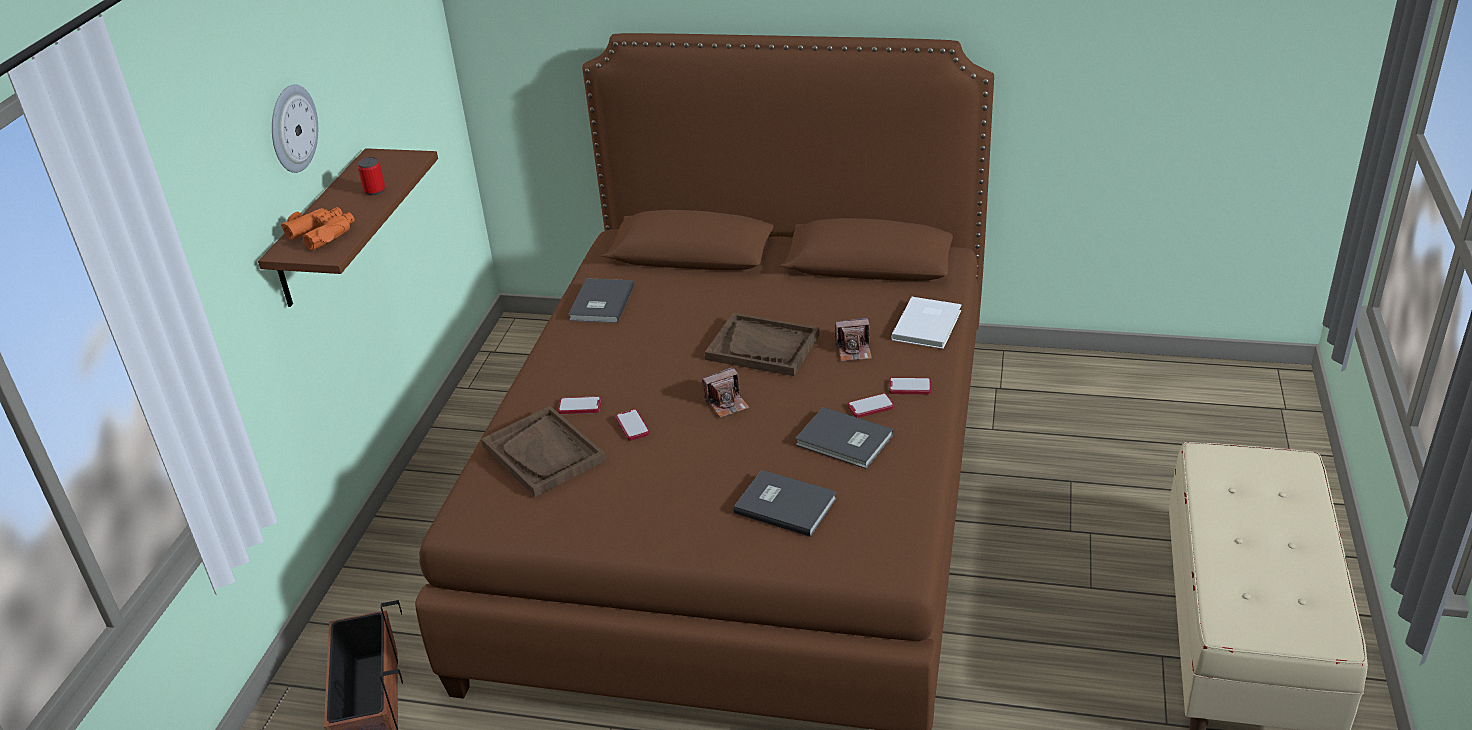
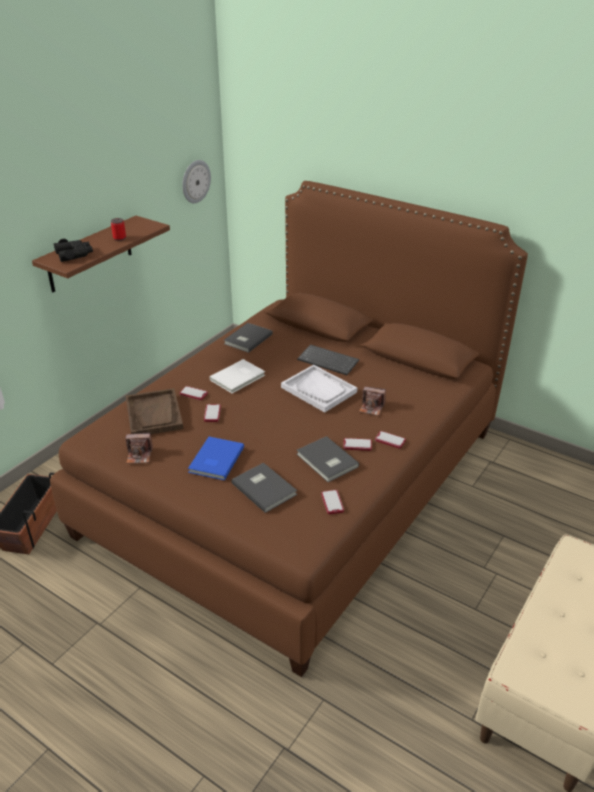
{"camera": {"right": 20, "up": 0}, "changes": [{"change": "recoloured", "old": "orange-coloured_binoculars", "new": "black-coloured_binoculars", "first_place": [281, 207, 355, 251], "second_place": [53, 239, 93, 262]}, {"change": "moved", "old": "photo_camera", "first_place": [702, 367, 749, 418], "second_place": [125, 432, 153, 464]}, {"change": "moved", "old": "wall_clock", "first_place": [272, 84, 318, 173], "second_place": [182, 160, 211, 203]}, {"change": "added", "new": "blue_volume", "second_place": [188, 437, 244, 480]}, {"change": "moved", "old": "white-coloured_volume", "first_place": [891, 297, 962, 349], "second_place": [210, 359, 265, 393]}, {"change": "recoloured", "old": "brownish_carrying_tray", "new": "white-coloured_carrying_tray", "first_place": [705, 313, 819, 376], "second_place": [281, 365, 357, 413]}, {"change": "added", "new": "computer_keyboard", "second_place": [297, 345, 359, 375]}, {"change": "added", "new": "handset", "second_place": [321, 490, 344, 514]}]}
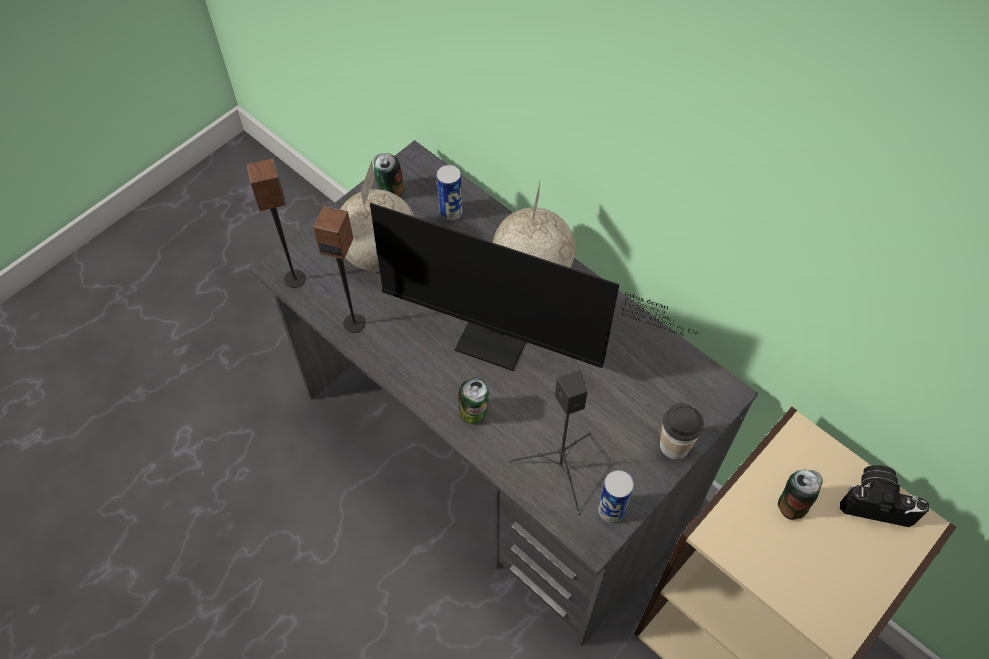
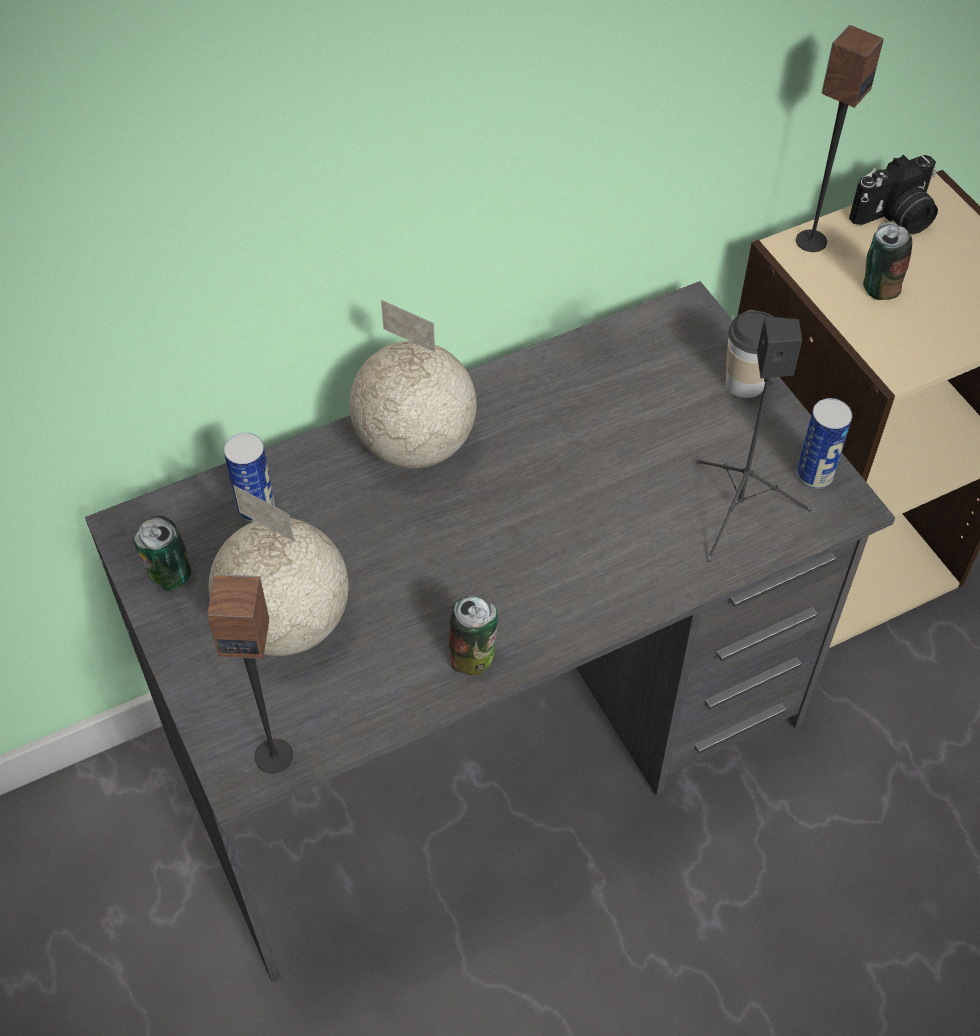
{"camera": {"right": -70, "up": -5}, "changes": [{"change": "moved", "old": "can", "first_place": [458, 377, 489, 424], "second_place": [449, 596, 498, 675]}, {"change": "moved", "old": "loudspeaker", "first_place": [313, 206, 366, 333], "second_place": [796, 25, 884, 252]}, {"change": "turned", "old": "photo_camera", "first_place": [840, 465, 929, 527], "second_place": [849, 155, 938, 234], "degrees": -150}, {"change": "removed", "old": "computer_display", "first_place": [370, 203, 700, 371]}]}
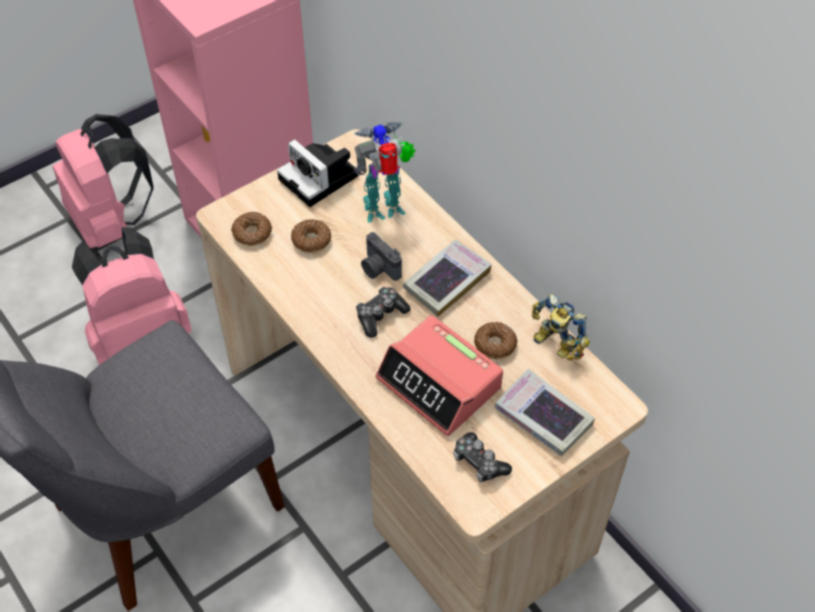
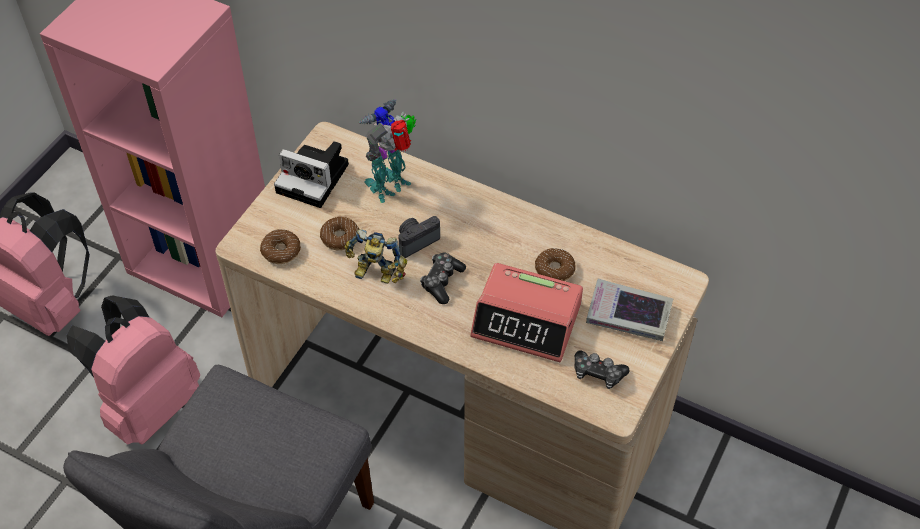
{"camera": {"right": -25, "up": 0}, "changes": [{"change": "moved", "old": "robot_figure", "first_place": [532, 294, 590, 361], "second_place": [344, 229, 407, 284]}, {"change": "turned", "old": "photo_camera", "first_place": [361, 232, 402, 281], "second_place": [398, 216, 440, 258], "degrees": 120}, {"change": "removed", "old": "volume", "first_place": [403, 240, 492, 317]}]}
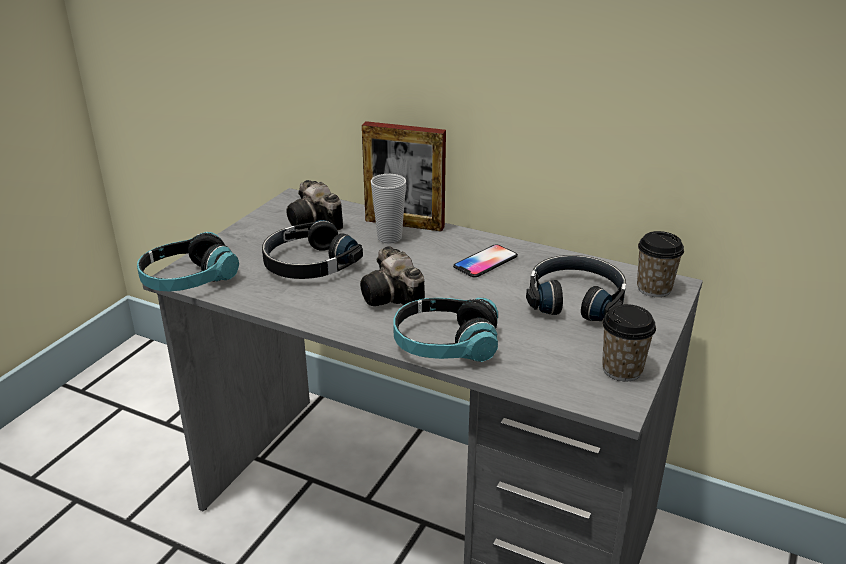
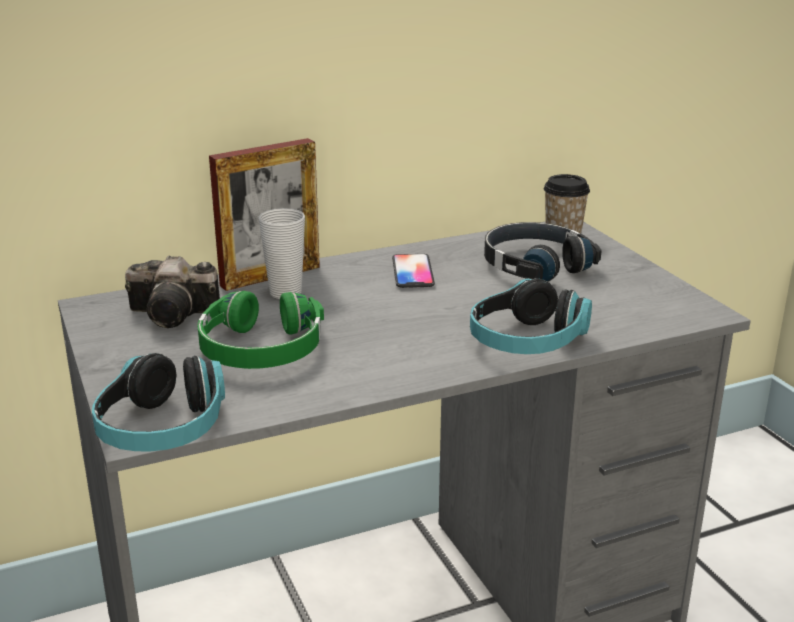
{"camera": {"right": -50, "up": -5}, "changes": [{"change": "recoloured", "old": "black-coloured_pair_of_headphones", "new": "green-coloured_pair_of_headphones", "first_place": [262, 220, 363, 279], "second_place": [197, 291, 324, 369]}, {"change": "removed", "old": "photo_camera", "first_place": [360, 246, 425, 306]}, {"change": "removed", "old": "cup", "first_place": [602, 304, 656, 381]}]}
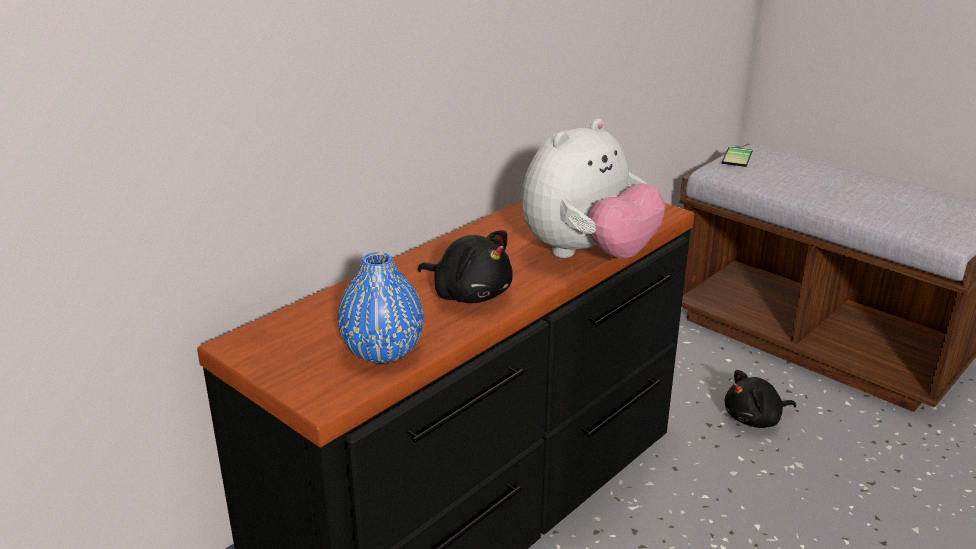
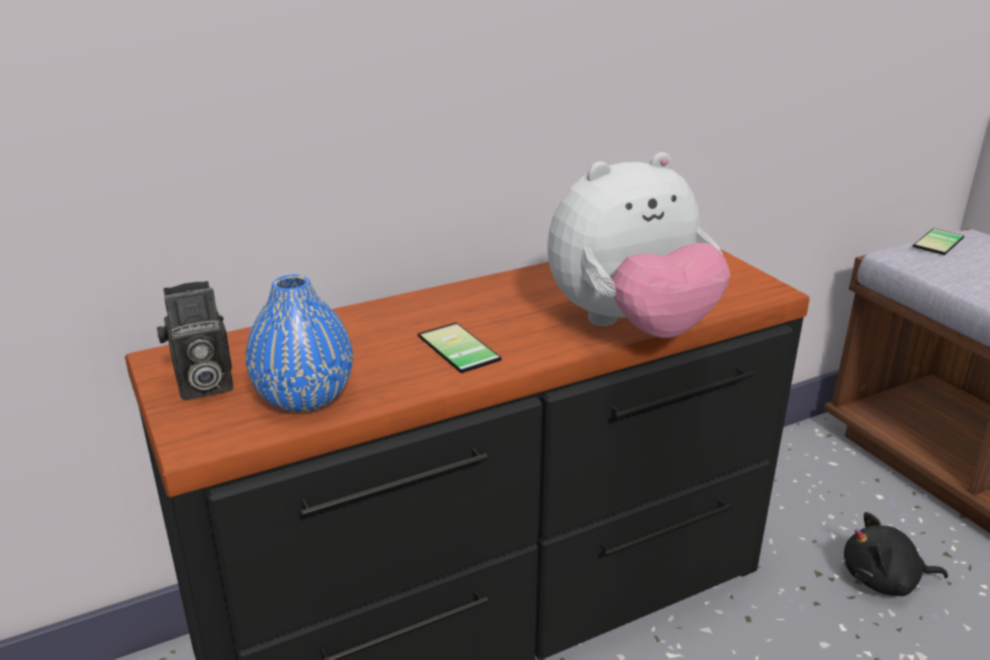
{"camera": {"right": 20, "up": 0}, "changes": [{"change": "added", "new": "photo_camera", "second_place": [157, 281, 233, 400]}, {"change": "replaced", "old": "black-coloured_soft_toy", "new": "handset", "first_place": [418, 230, 513, 303], "second_place": [418, 322, 502, 373]}]}
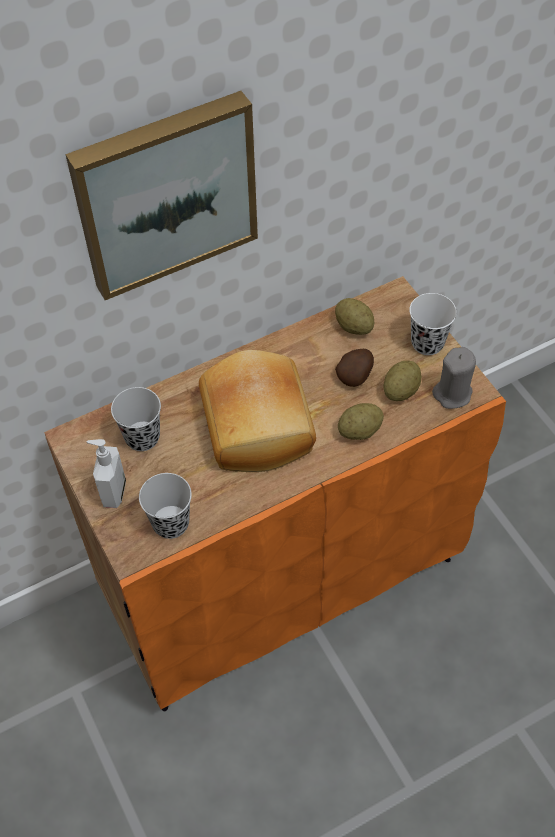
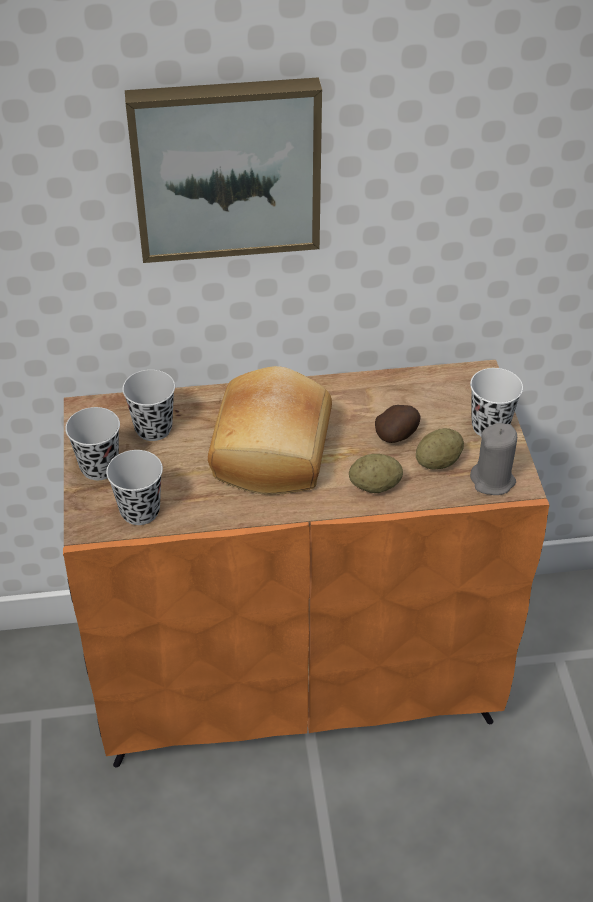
{"camera": {"right": 20, "up": -10}, "changes": [{"change": "replaced", "old": "soap_bottle", "new": "black-coloured_cup", "first_place": [86, 439, 126, 508], "second_place": [65, 407, 120, 480]}, {"change": "removed", "old": "whole_potato", "first_place": [335, 298, 374, 335]}]}
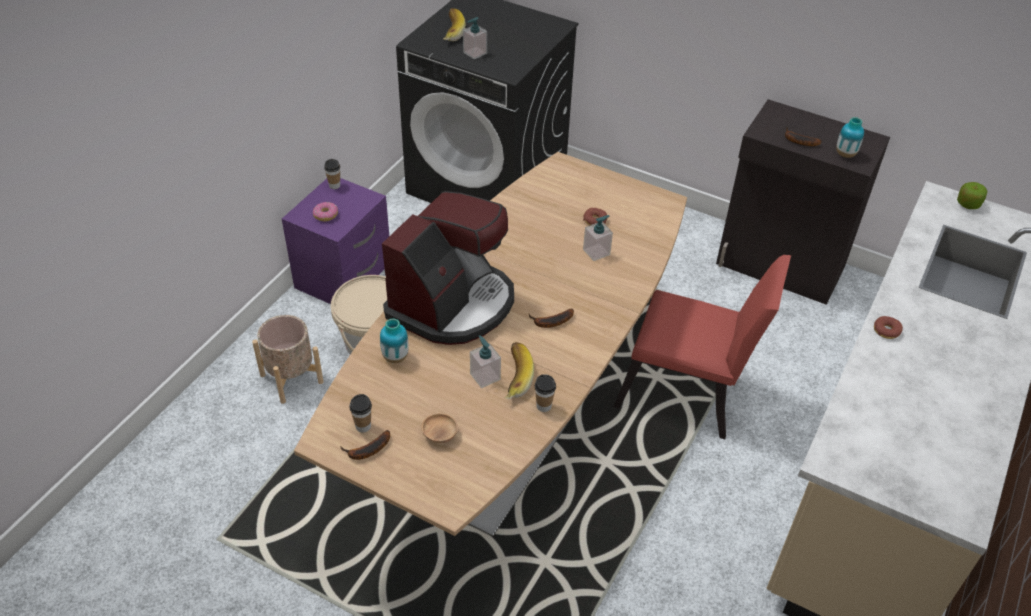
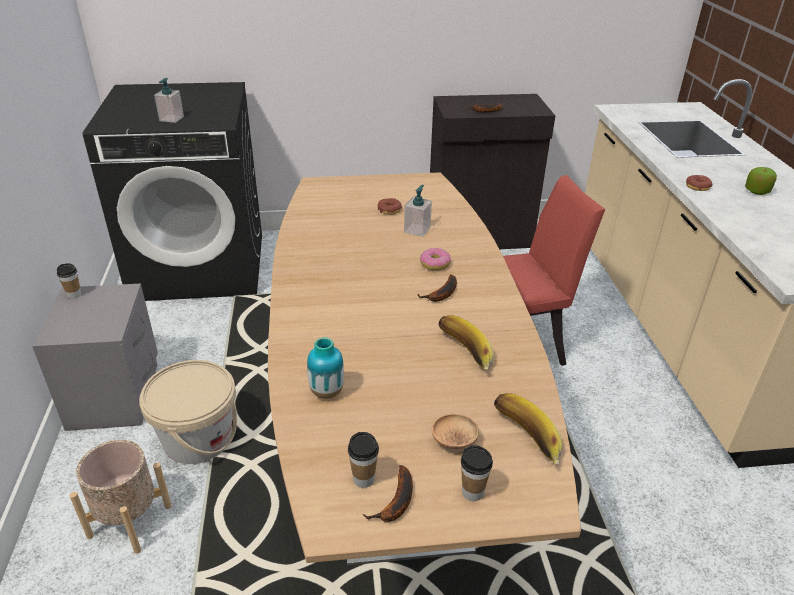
{"camera": {"right": -35, "up": -10}, "changes": [{"change": "recoloured", "old": "purple-coloured_nightstand", "new": "gray_nightstand", "first_place": [282, 178, 389, 304], "second_place": [32, 283, 158, 431]}, {"change": "moved", "old": "doughnut", "first_place": [313, 202, 338, 221], "second_place": [420, 248, 451, 271]}, {"change": "moved", "old": "cup", "first_place": [535, 374, 556, 412], "second_place": [461, 445, 493, 501]}, {"change": "moved", "old": "whole_banana", "first_place": [443, 8, 466, 41], "second_place": [494, 393, 563, 464]}, {"change": "moved", "old": "apple_fruit", "first_place": [957, 182, 987, 209], "second_place": [745, 167, 777, 195]}, {"change": "removed", "old": "coffee_brewer", "first_place": [382, 191, 514, 345]}, {"change": "removed", "old": "soap_bottle", "first_place": [470, 335, 501, 388]}, {"change": "removed", "old": "flower_vase", "first_place": [836, 117, 864, 158]}]}
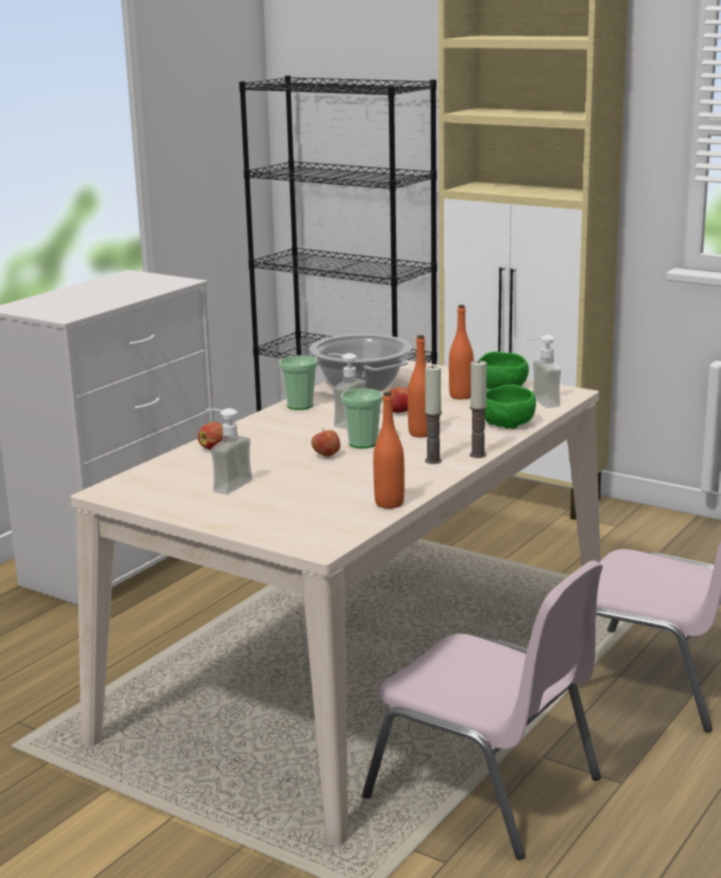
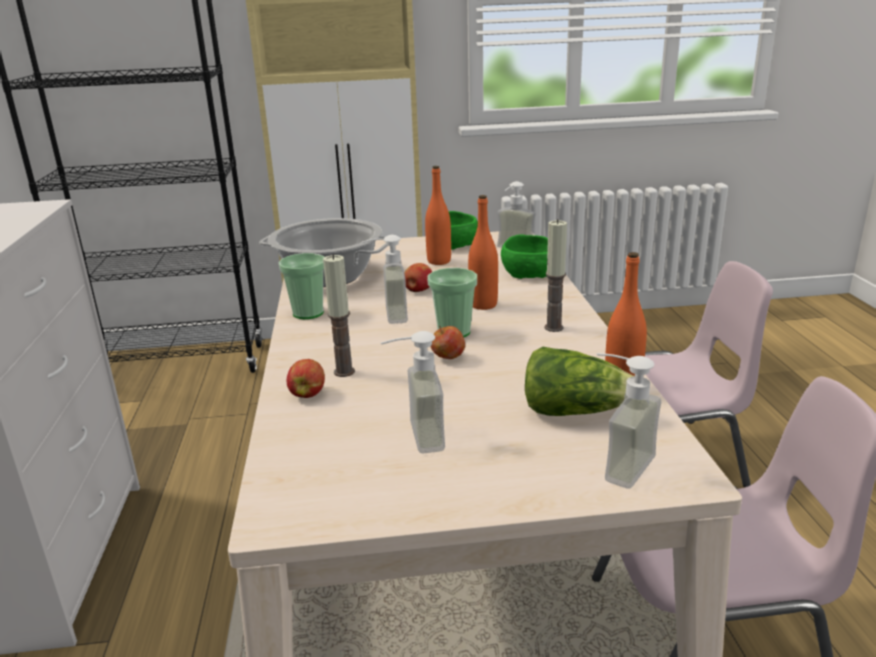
{"camera": {"right": -40, "up": 5}, "changes": [{"change": "moved", "old": "wax_candle", "first_place": [470, 360, 487, 458], "second_place": [323, 254, 355, 377]}, {"change": "added", "new": "lettuce", "second_place": [525, 347, 635, 416]}, {"change": "added", "new": "soap_bottle", "second_place": [597, 353, 661, 489]}]}
